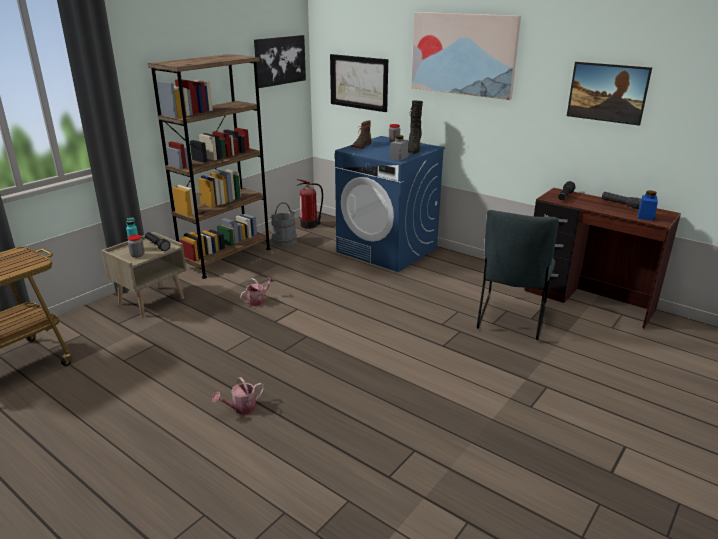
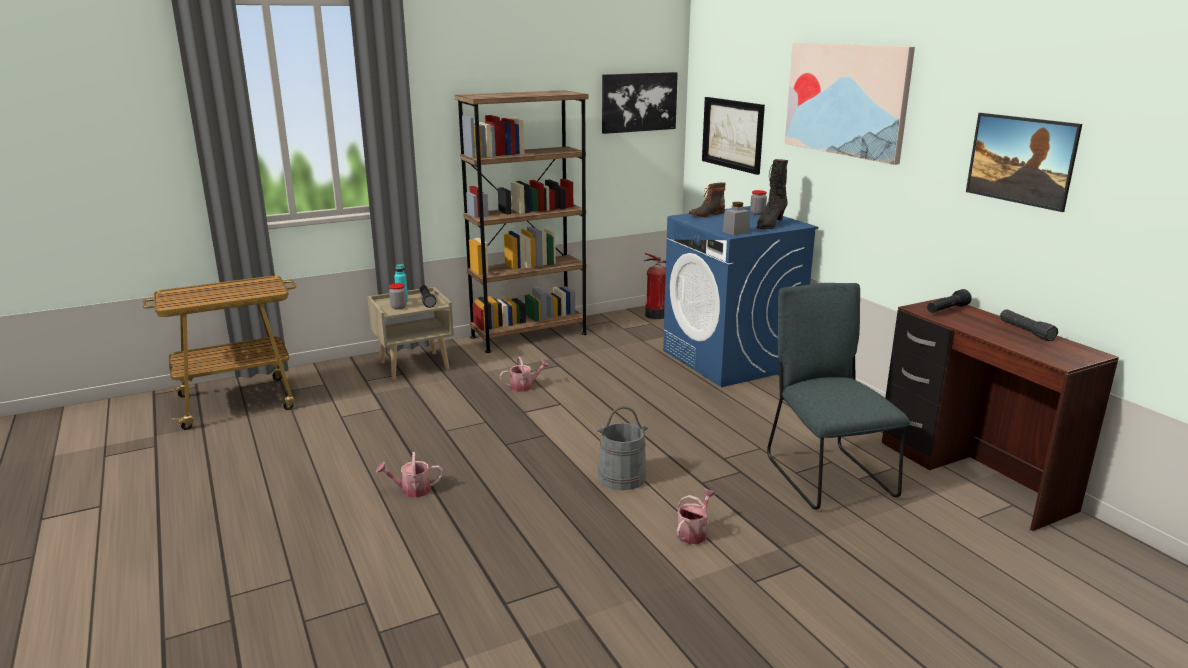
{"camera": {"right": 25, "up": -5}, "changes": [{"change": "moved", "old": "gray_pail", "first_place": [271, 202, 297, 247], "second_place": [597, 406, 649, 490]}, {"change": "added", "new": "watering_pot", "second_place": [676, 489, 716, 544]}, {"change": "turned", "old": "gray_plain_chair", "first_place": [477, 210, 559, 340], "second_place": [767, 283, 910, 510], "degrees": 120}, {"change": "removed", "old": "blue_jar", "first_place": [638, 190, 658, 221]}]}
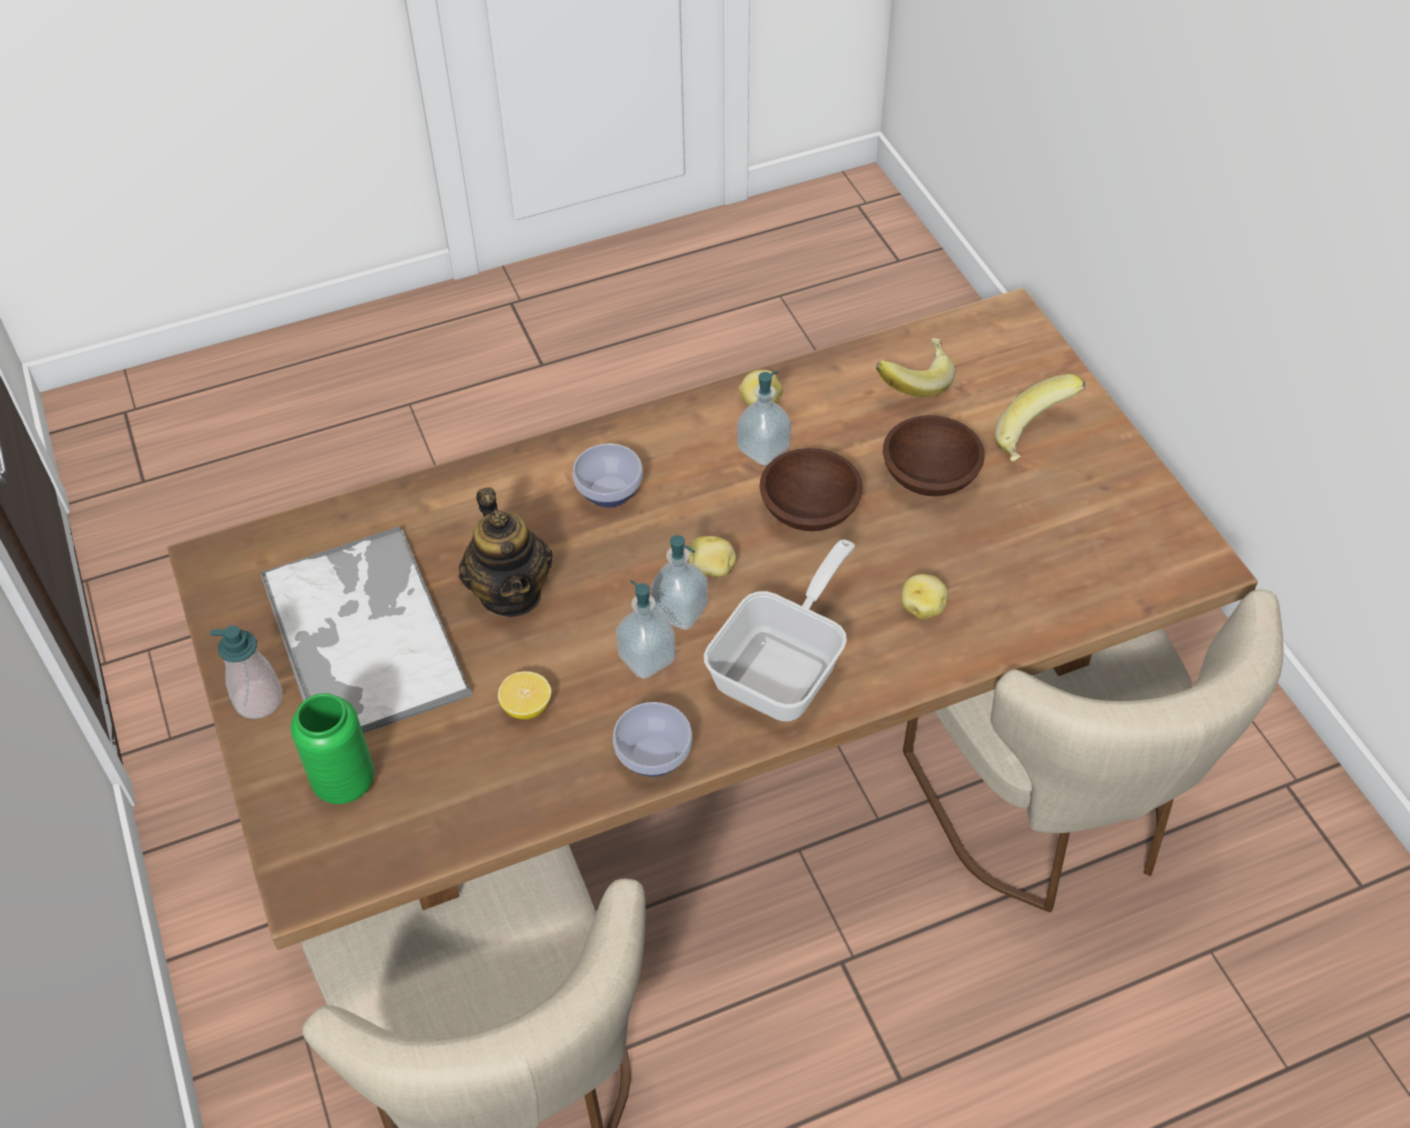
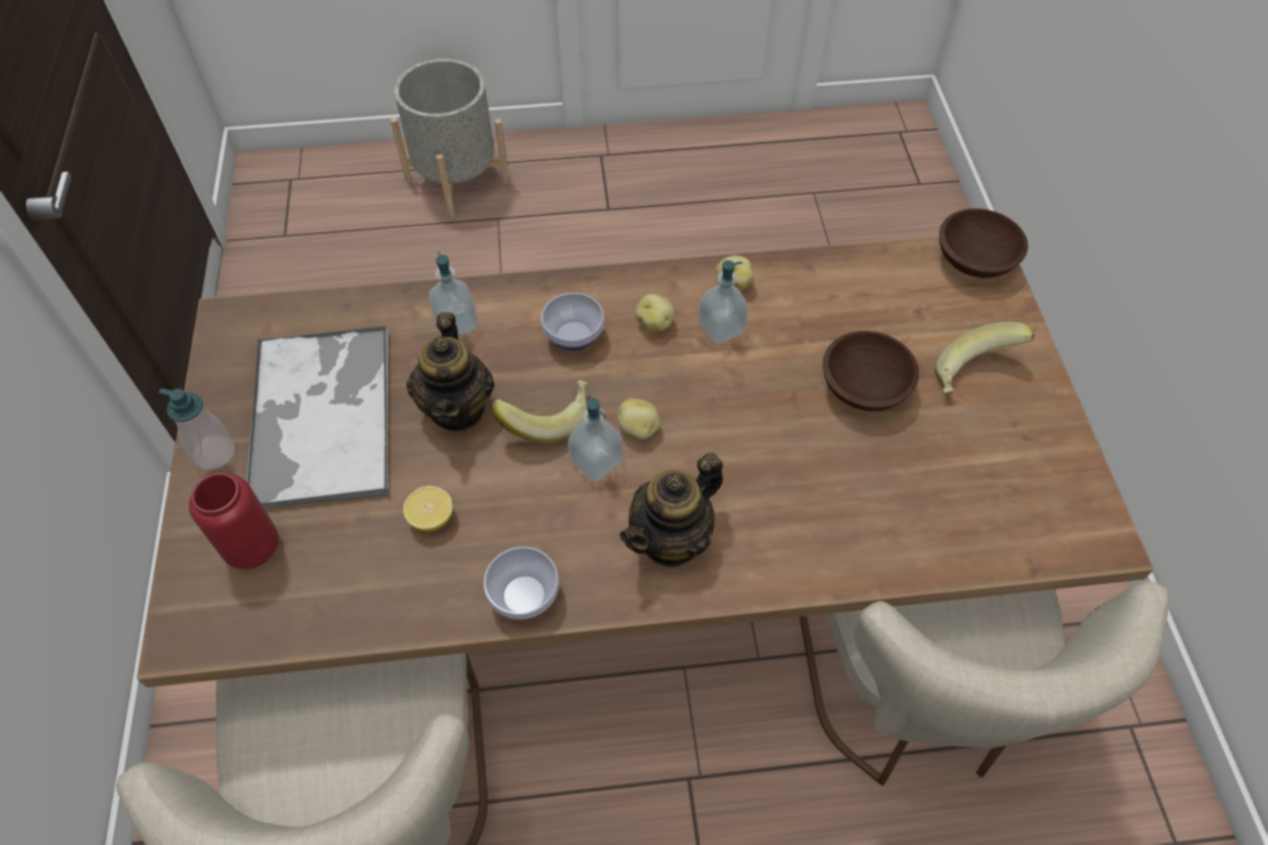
{"camera": {"right": 15, "up": 5}, "changes": [{"change": "recoloured", "old": "green-coloured_flower_vase", "new": "red_flower_vase", "first_place": [291, 693, 374, 804], "second_place": [189, 473, 279, 569]}, {"change": "added", "new": "gray_planter", "second_place": [390, 59, 510, 218]}, {"change": "moved", "old": "soap_bottle", "first_place": [615, 580, 676, 679], "second_place": [429, 252, 478, 335]}, {"change": "moved", "old": "whole_banana", "first_place": [876, 338, 955, 397], "second_place": [492, 380, 588, 443]}, {"change": "replaced", "old": "skillet", "new": "teapot", "first_place": [704, 540, 855, 721], "second_place": [619, 453, 723, 568]}, {"change": "moved", "old": "whole_potato", "first_place": [901, 574, 948, 619], "second_place": [635, 294, 674, 332]}, {"change": "moved", "old": "brownish_bowl", "first_place": [760, 448, 863, 531], "second_place": [939, 208, 1028, 278]}]}
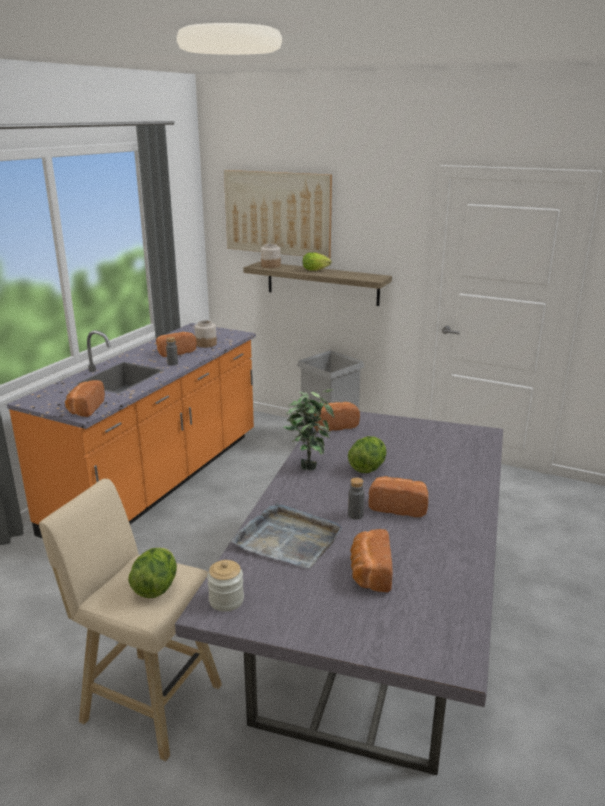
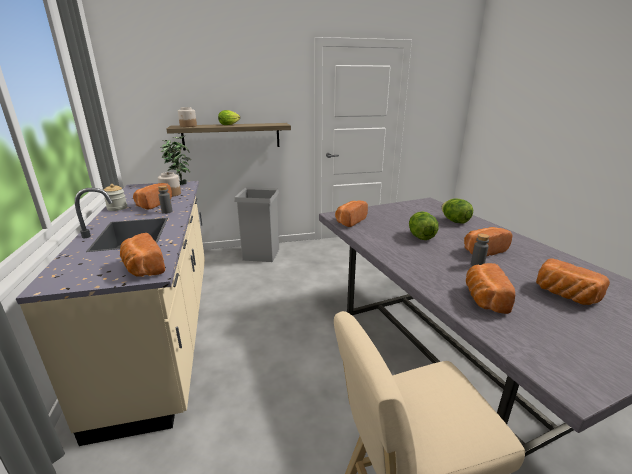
{"camera": {"right": -40, "up": 0}, "changes": [{"change": "recoloured", "old": "orange-coloured_kitchen_base_unit", "new": "beige-coloured_kitchen_base_unit", "first_place": [7, 323, 256, 539], "second_place": [16, 181, 205, 446]}, {"change": "moved", "old": "jar", "first_place": [207, 560, 244, 612], "second_place": [104, 184, 127, 211]}, {"change": "moved", "old": "potted_plant", "first_place": [283, 389, 334, 470], "second_place": [161, 136, 191, 185]}, {"change": "moved", "old": "lettuce", "first_place": [128, 548, 177, 598], "second_place": [441, 198, 473, 224]}, {"change": "replaced", "old": "gray_carrying_tray", "new": "bread", "first_place": [231, 503, 342, 568], "second_place": [466, 263, 515, 314]}, {"change": "removed", "old": "wall_picture", "first_place": [224, 170, 332, 259]}]}
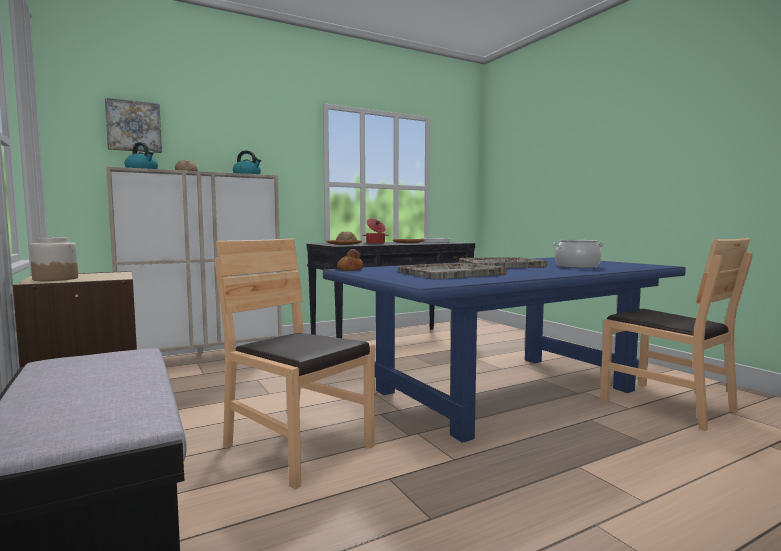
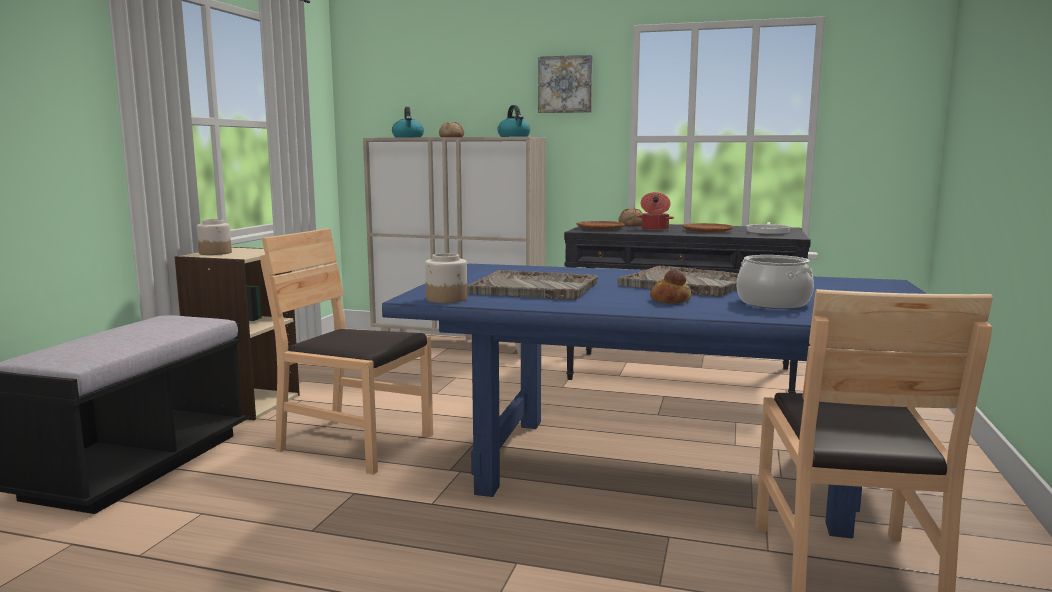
{"camera": {"right": 45, "up": 5}, "changes": [{"change": "turned", "old": "brownish_plain_chair", "first_place": [215, 238, 375, 489], "second_place": [260, 228, 433, 475], "degrees": -60}, {"change": "added", "new": "jar", "second_place": [425, 253, 467, 303]}, {"change": "moved", "old": "wall_picture", "first_place": [105, 98, 162, 153], "second_place": [538, 55, 593, 113]}, {"change": "moved", "old": "bread", "first_place": [337, 249, 363, 271], "second_place": [650, 269, 691, 303]}]}
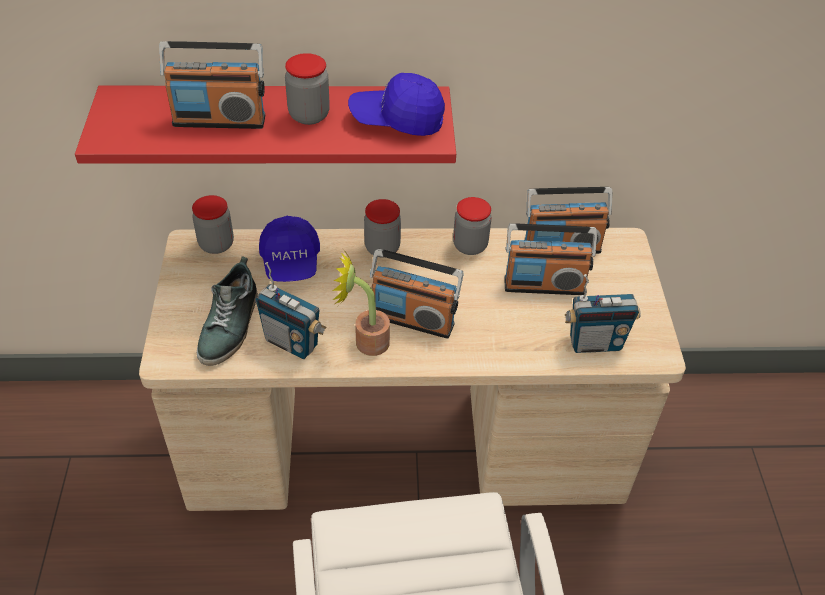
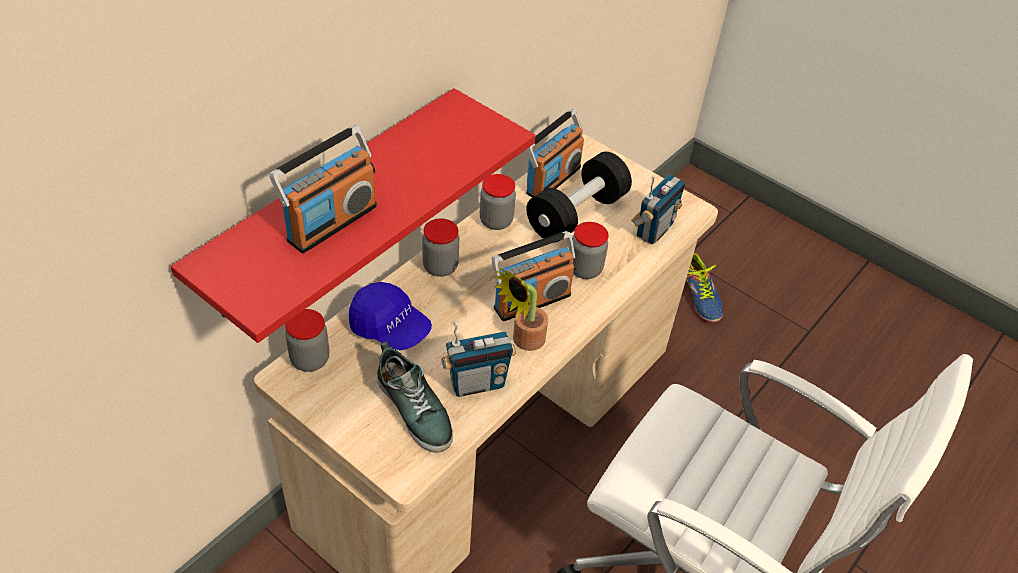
{"camera": {"right": -50, "up": 0}, "changes": [{"change": "replaced", "old": "radio_receiver", "new": "black-coloured_hand_weight", "first_place": [504, 223, 598, 295], "second_place": [526, 152, 632, 242]}, {"change": "moved", "old": "jar", "first_place": [285, 53, 330, 125], "second_place": [572, 222, 609, 279]}, {"change": "added", "new": "shoe", "second_place": [686, 253, 723, 323]}, {"change": "removed", "old": "blue_peaked_cap", "first_place": [348, 73, 445, 136]}]}
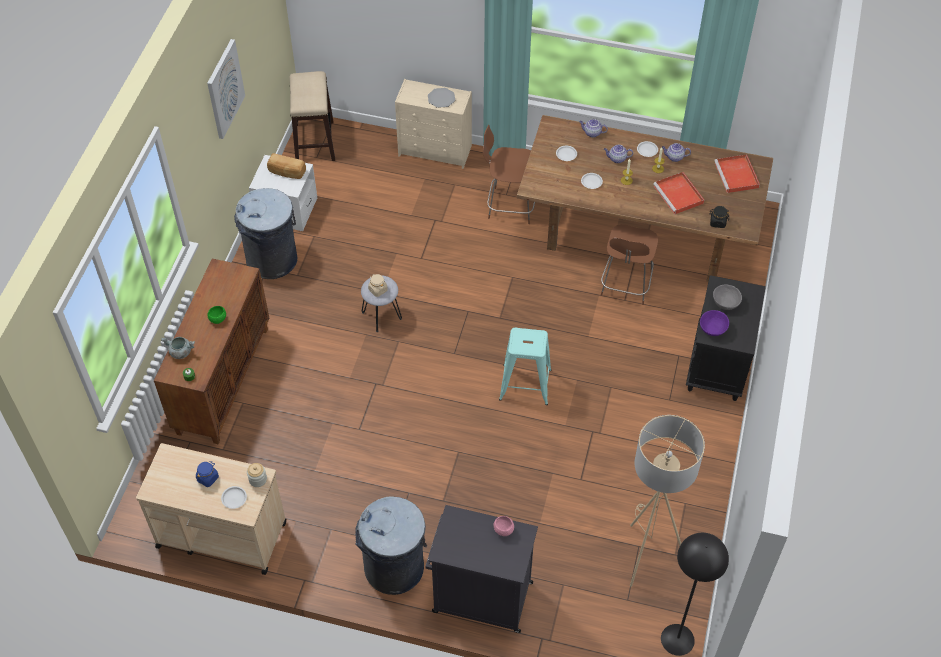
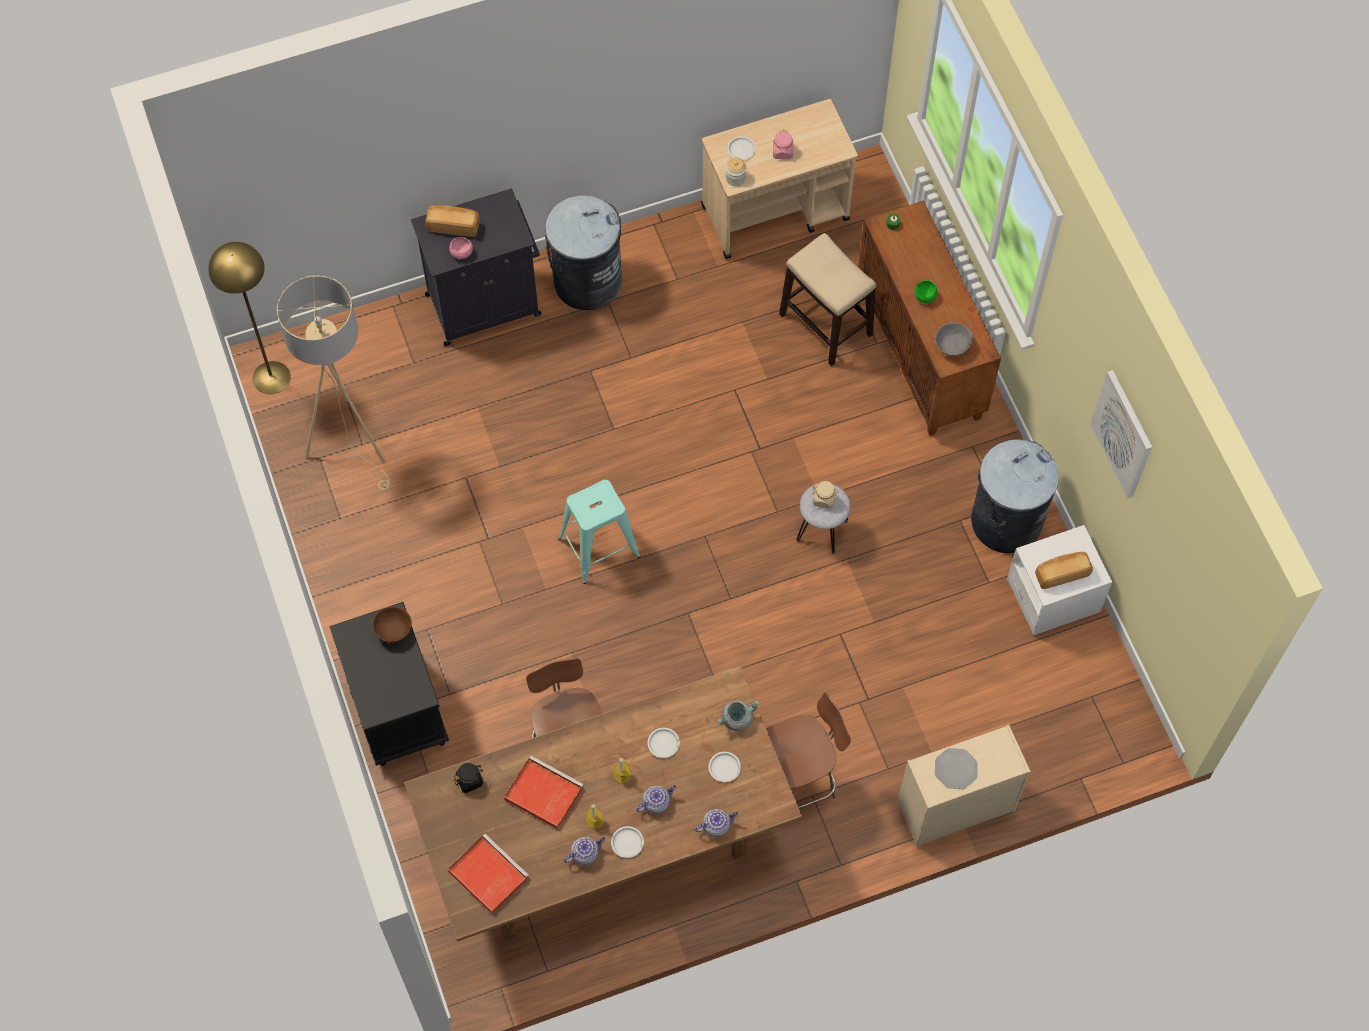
{"camera": {"right": 145, "up": 10}, "changes": [{"change": "recoloured", "old": "black-coloured_floor_lamp", "new": "yellow_floor_lamp", "first_place": [661, 533, 729, 656], "second_place": [208, 242, 291, 394]}, {"change": "recoloured", "old": "purple-coloured_bowl", "new": "brownish_bowl", "first_place": [700, 310, 729, 336], "second_place": [372, 606, 412, 643]}, {"change": "added", "new": "bread", "second_place": [426, 205, 480, 237]}, {"change": "moved", "old": "gray_cooking_pot", "first_place": [161, 337, 195, 359], "second_place": [717, 700, 760, 731]}, {"change": "recoloured", "old": "blue_jar", "new": "pink_jar", "first_place": [196, 461, 219, 487], "second_place": [773, 130, 793, 159]}, {"change": "moved", "old": "stool", "first_place": [289, 71, 335, 161], "second_place": [779, 233, 876, 366]}, {"change": "moved", "old": "gray_bowl", "first_place": [713, 284, 742, 310], "second_place": [935, 322, 973, 356]}]}
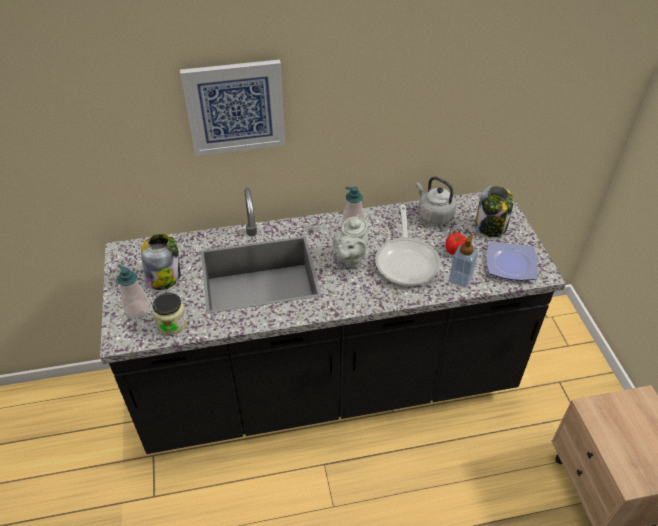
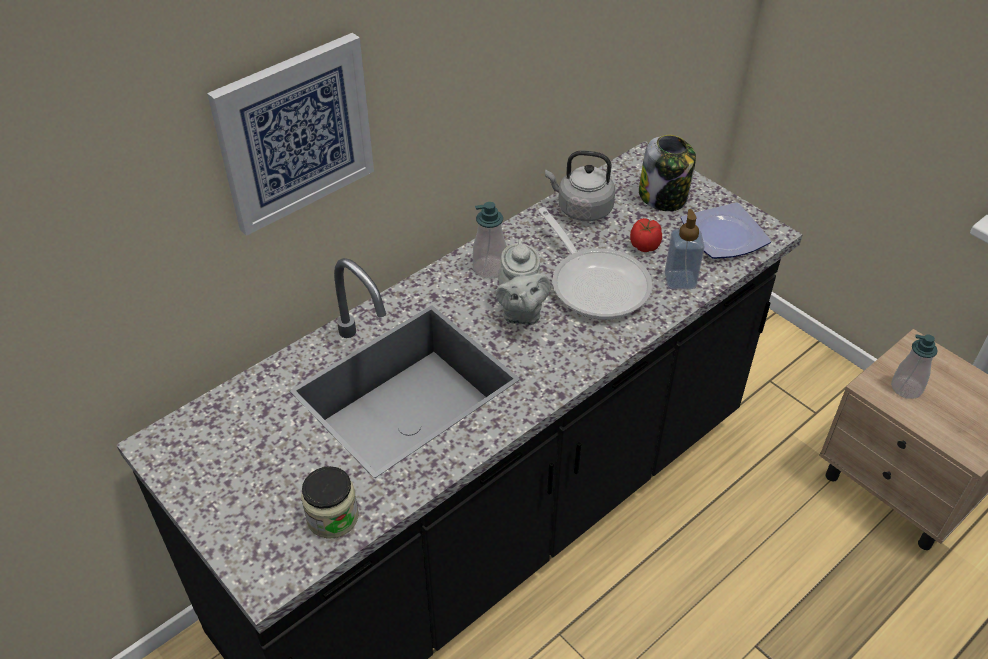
{"camera": {"right": -30, "up": 0}, "changes": [{"change": "moved", "old": "soap_bottle", "first_place": [117, 264, 149, 318], "second_place": [891, 334, 938, 399]}, {"change": "removed", "old": "jar", "first_place": [141, 234, 181, 290]}]}
